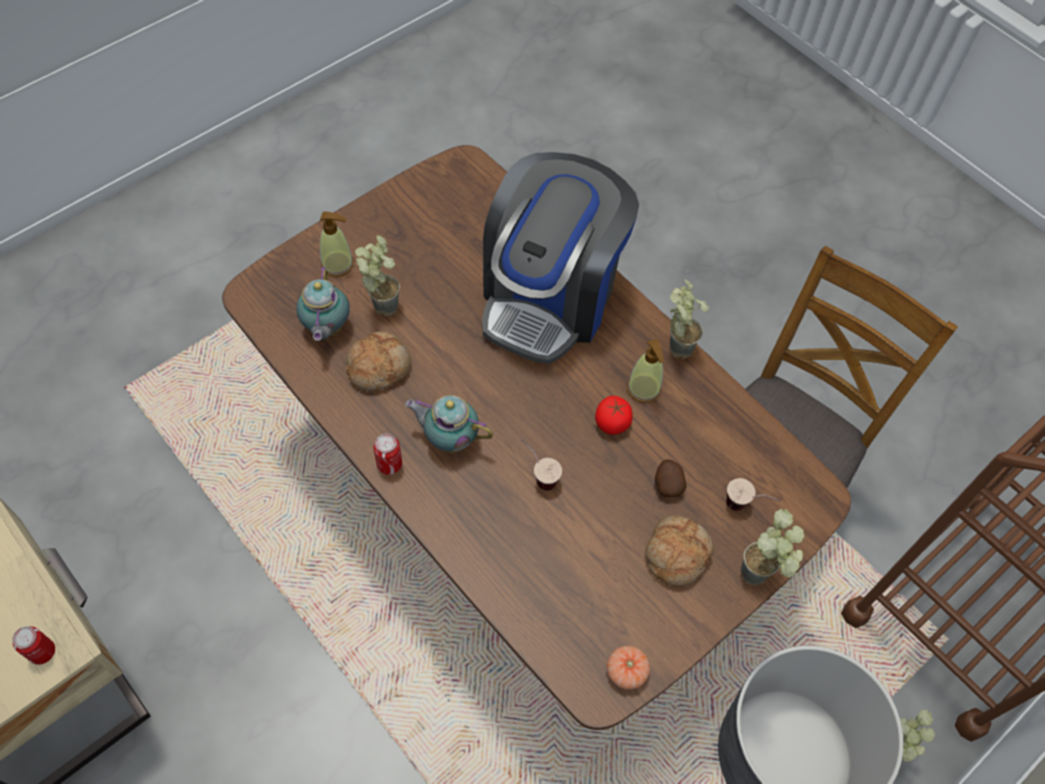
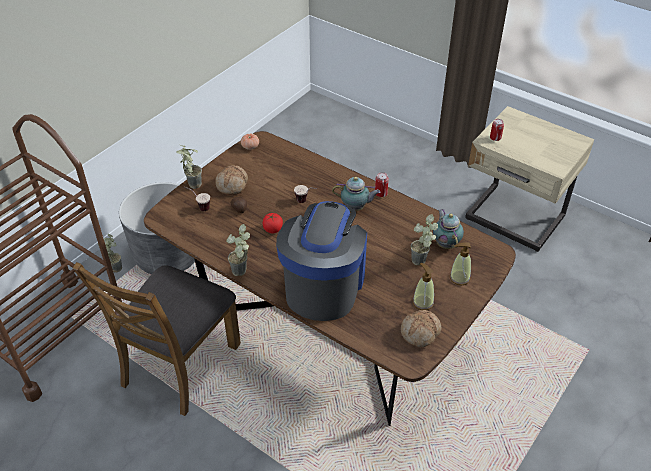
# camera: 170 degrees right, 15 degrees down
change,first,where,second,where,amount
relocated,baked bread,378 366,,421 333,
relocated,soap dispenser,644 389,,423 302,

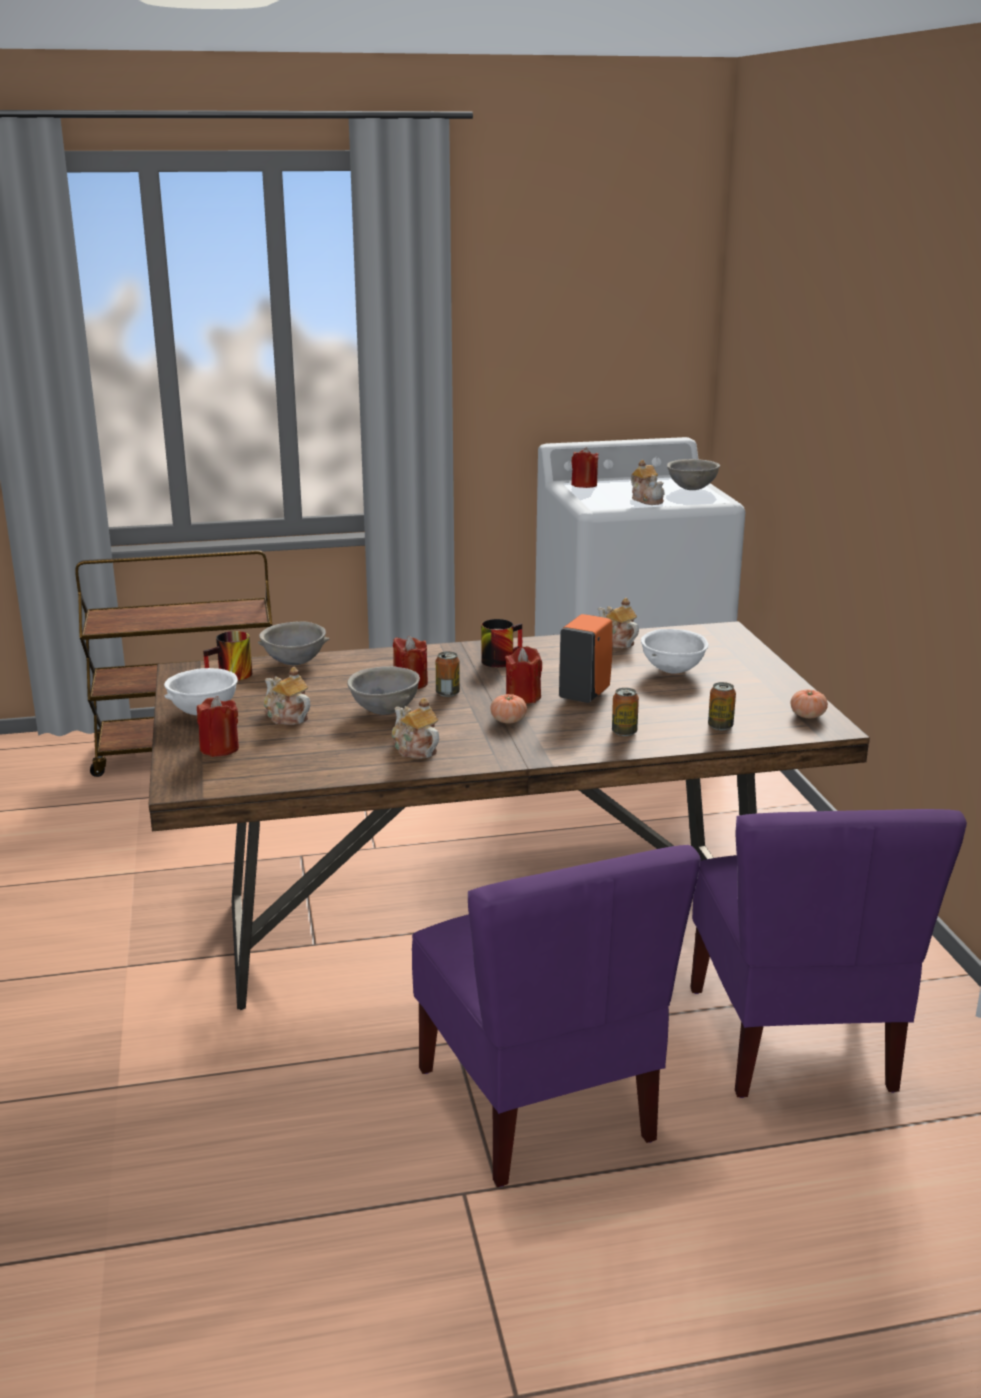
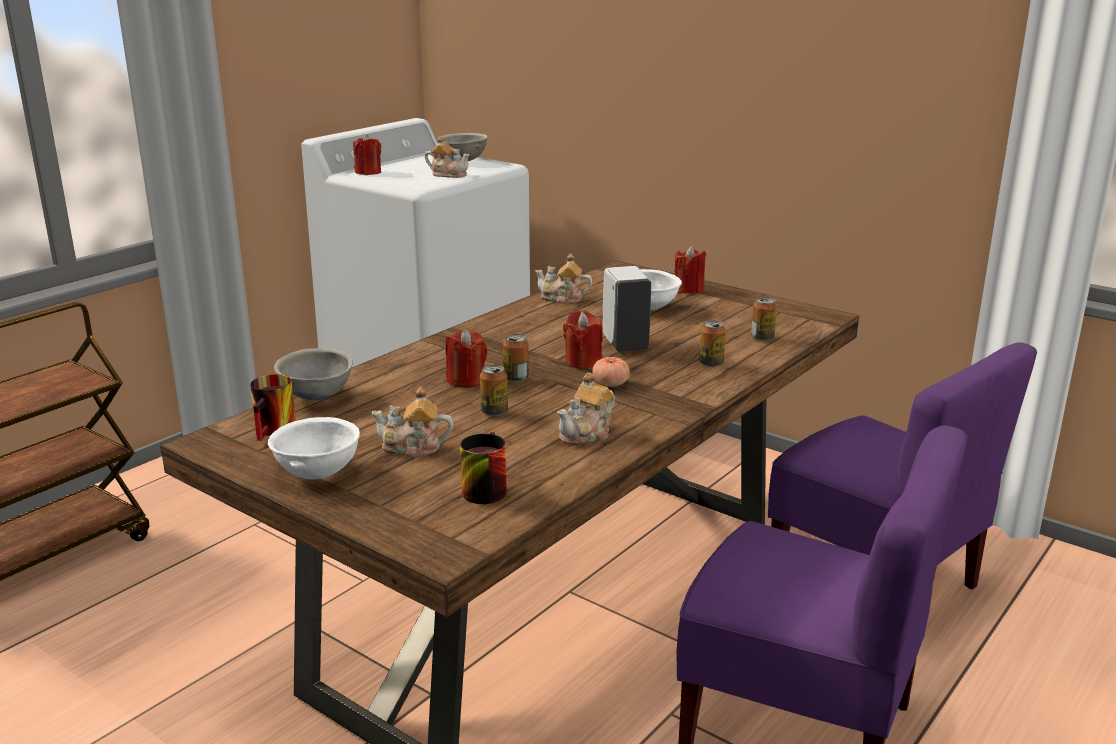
# camera: 40 degrees left, 0 degrees up
change,first,where,second,where,amount
relocated,wax light (reddish),219 749,,688 289,
exchanged,bowl (grey),384 712,sealed can,494 412,
spun,tea pot,414 749,,587 434,60 degrees counterclockwise
relocated,coffee mug,499 659,,482 488,
colour,soap dispenser (orange),585 694,soap dispenser (white-coloured),624 344,
missing,tomato,807 715,,,

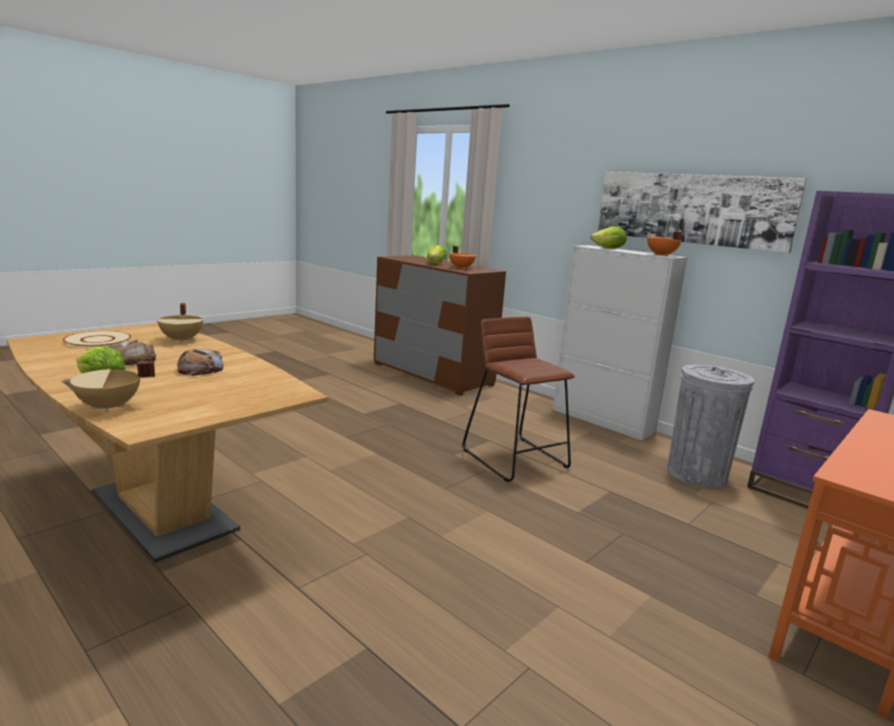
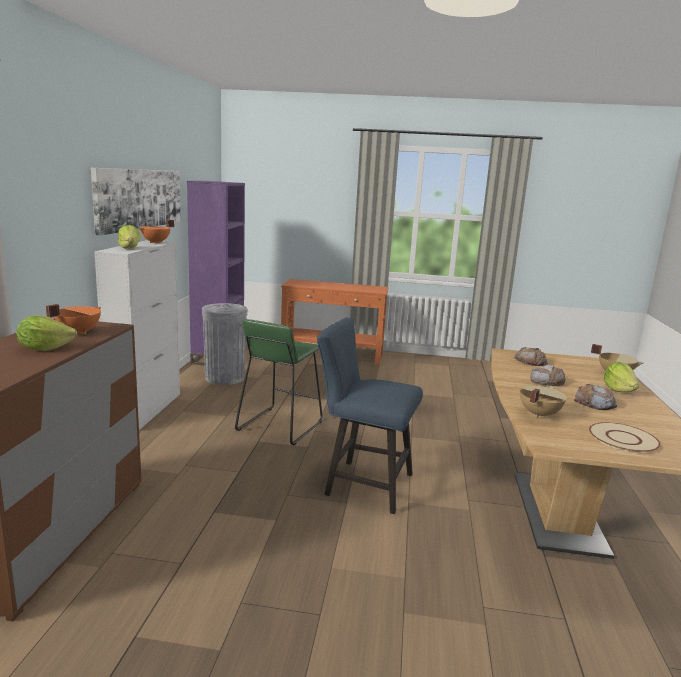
# camera: 125 degrees left, 0 degrees up
change,first,where,second,where,amount
colour,sitting stool (brown),515 458,sitting stool (green-coloured),279 425,
appeared,,,plain chair (blue-coloured),362 483,
appeared,,,baked bread,530 361,

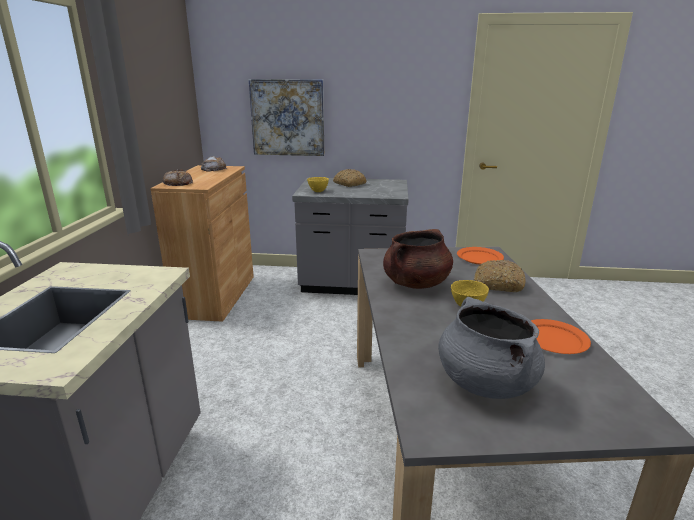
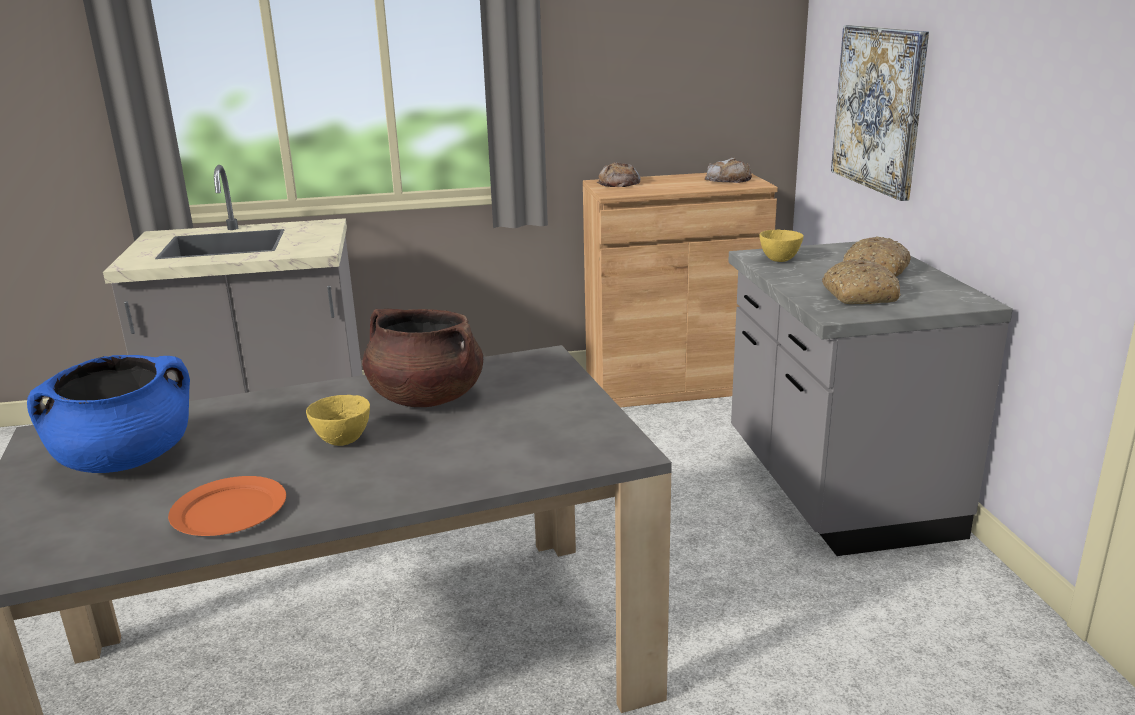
# camera: 75 degrees right, 0 degrees up
change,first,where,second,where,amount
colour,stockpot (grey),485 382,stockpot (blue-coloured),126 459,
missing,flat dish (orange),479 258,,,
relocated,baked bread,497 284,,858 295,

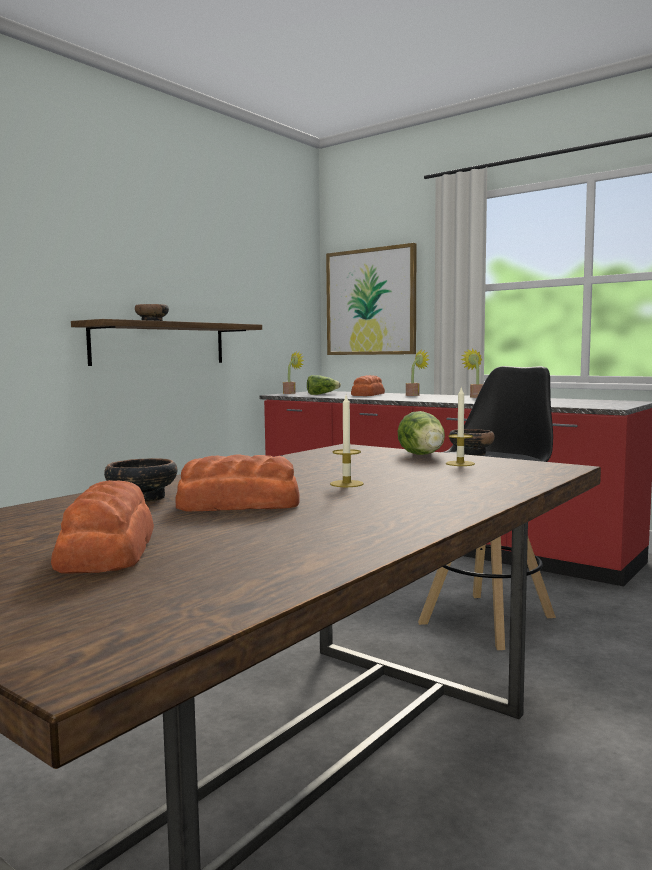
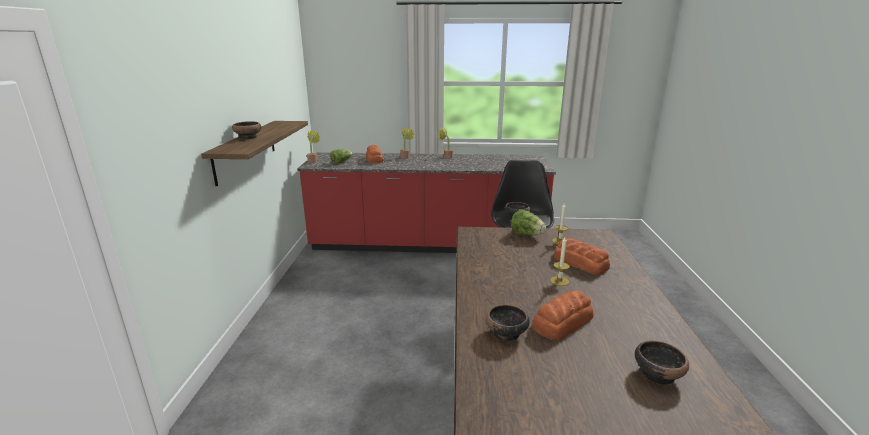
# camera: 35 degrees left, 15 degrees up
change,first,where,second,where,amount
relocated,baked bread,109 549,,580 263,
missing,wall art,370 302,,,
appeared,,,bowl,657 374,

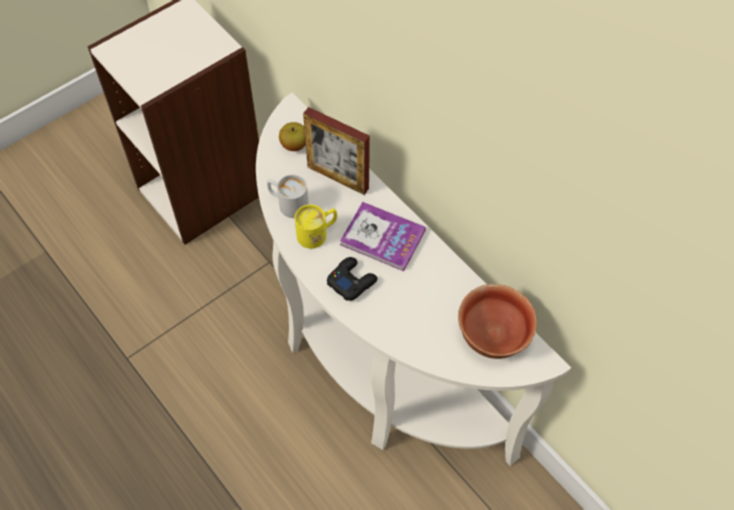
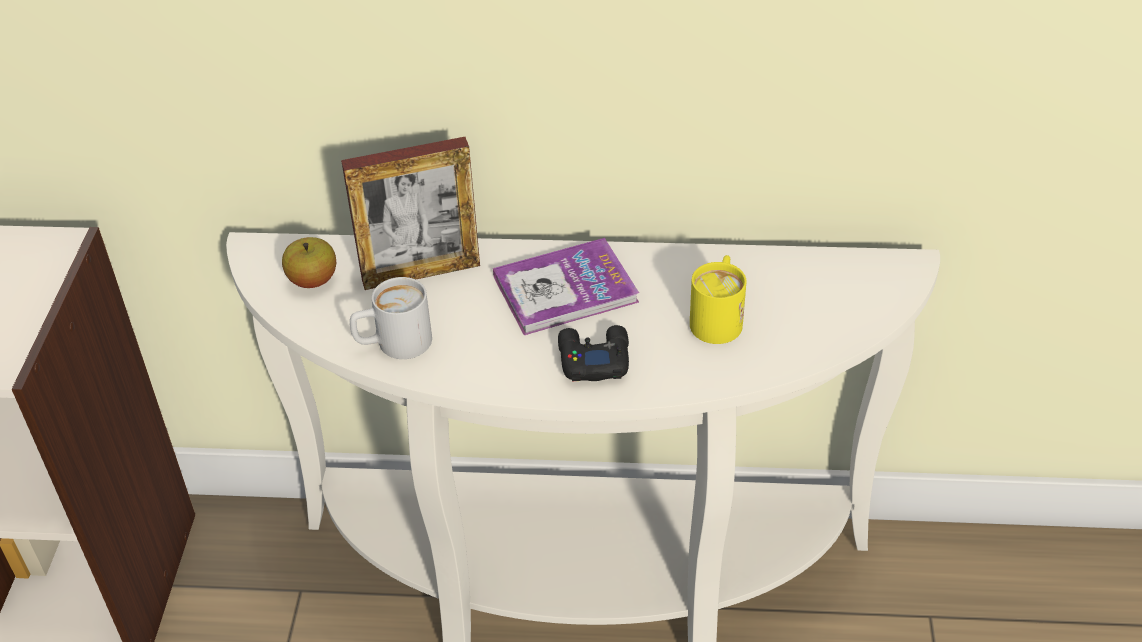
# camera: 45 degrees left, 15 degrees down
change,first,where,second,where,amount
relocated,coffee mug (yellowish),317 233,,718 317,
missing,bowl,494 335,,,

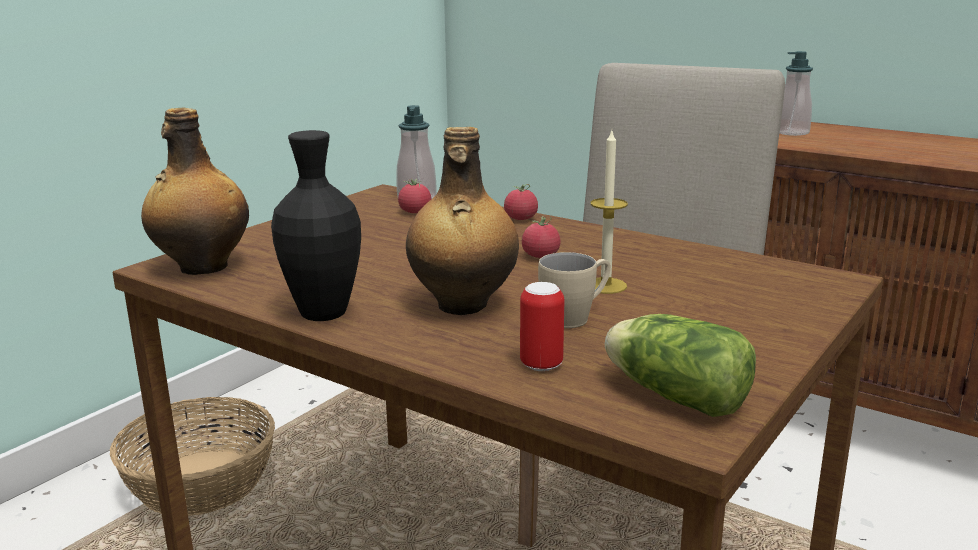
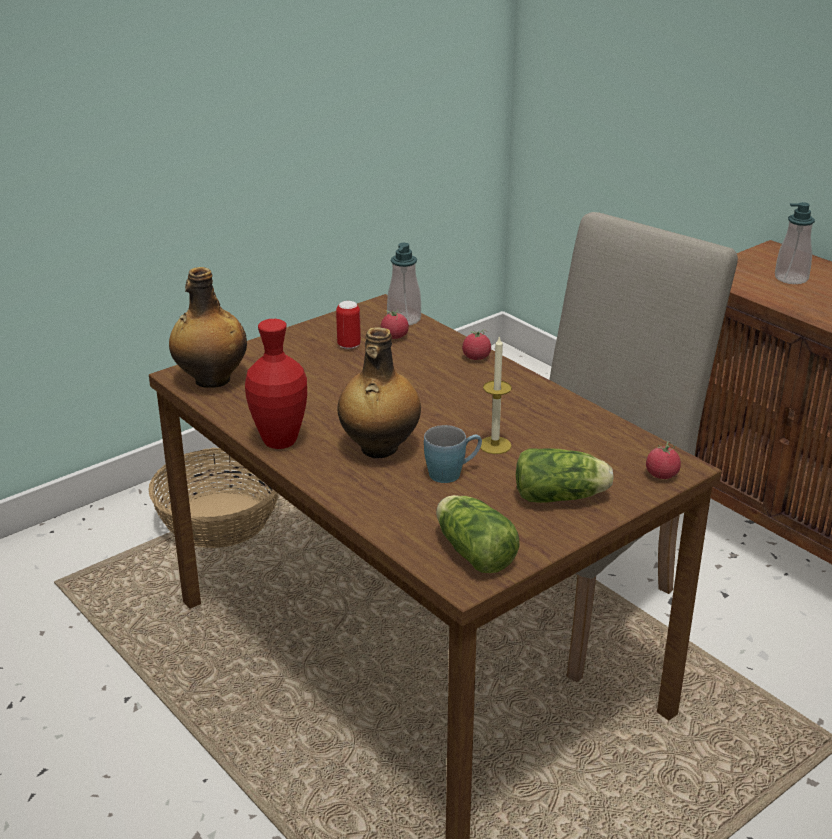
# camera: 15 degrees right, 10 degrees up
change,first,where,second,where,amount
colour,vase (black),323 314,vase (reddish),280 441,
relocated,sealed can,541 364,,349 345,
relocated,tomato,540 256,,661 475,
colour,coffee mug (sand-coloured),575 317,coffee mug (blue-coloured),452 473,
appeared,,,lettuce head,563 497,

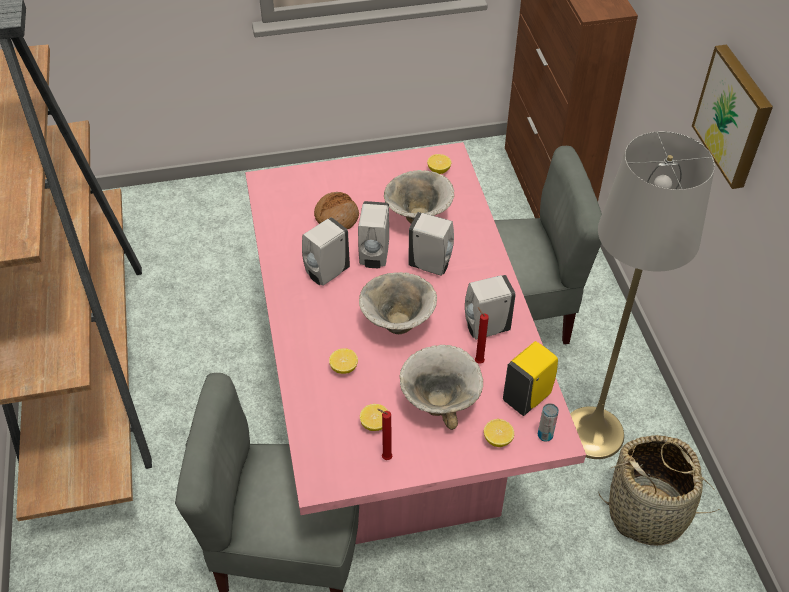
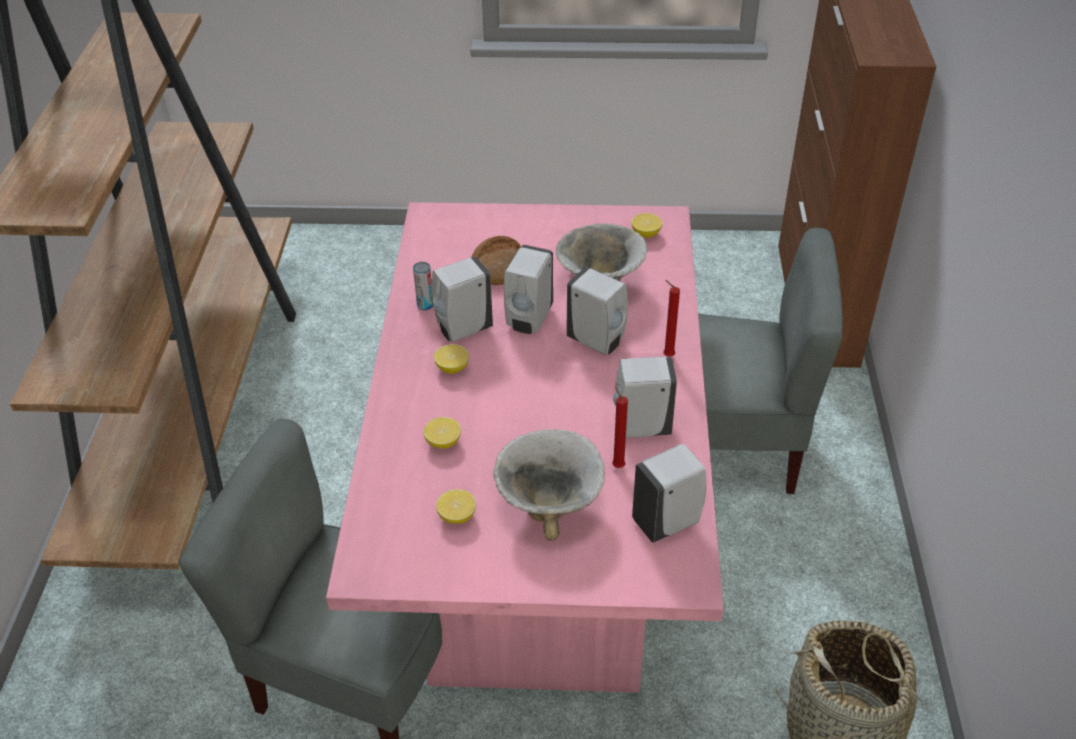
# camera: 15 degrees right, 5 degrees down
change,first,where,second,where,amount
missing,bowl,397 324,,,
relocated,wax light (reddish),385 457,,666 355,
relocated,citrus fruit,497 439,,452 368,
colour,soap dispenser (yellowish),528 397,soap dispenser (white-coloured),668 521,
relocated,sealed can,545 435,,425 305,
missing,standard lamp (grey),593 433,,,
missing,wall art,735 116,,,

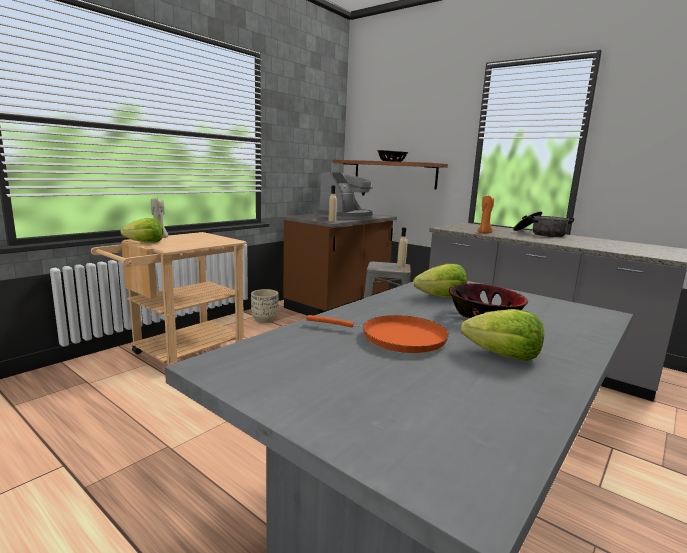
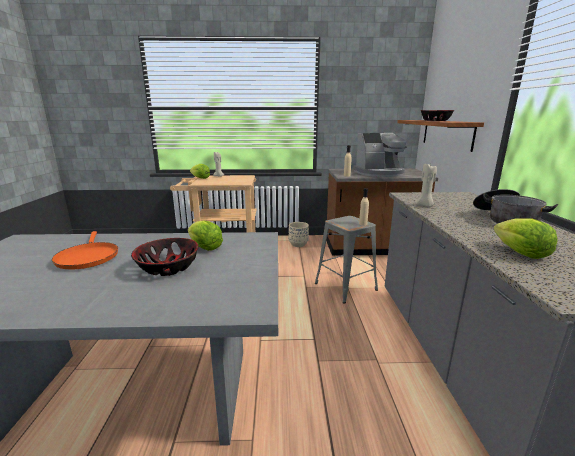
# camera: 50 degrees right, 5 degrees up
change,first,where,second,where,amount
relocated,lettuce head,503 356,,520 253,
colour,wax light (orange),484 233,wax light (sand-coloured),424 206,

